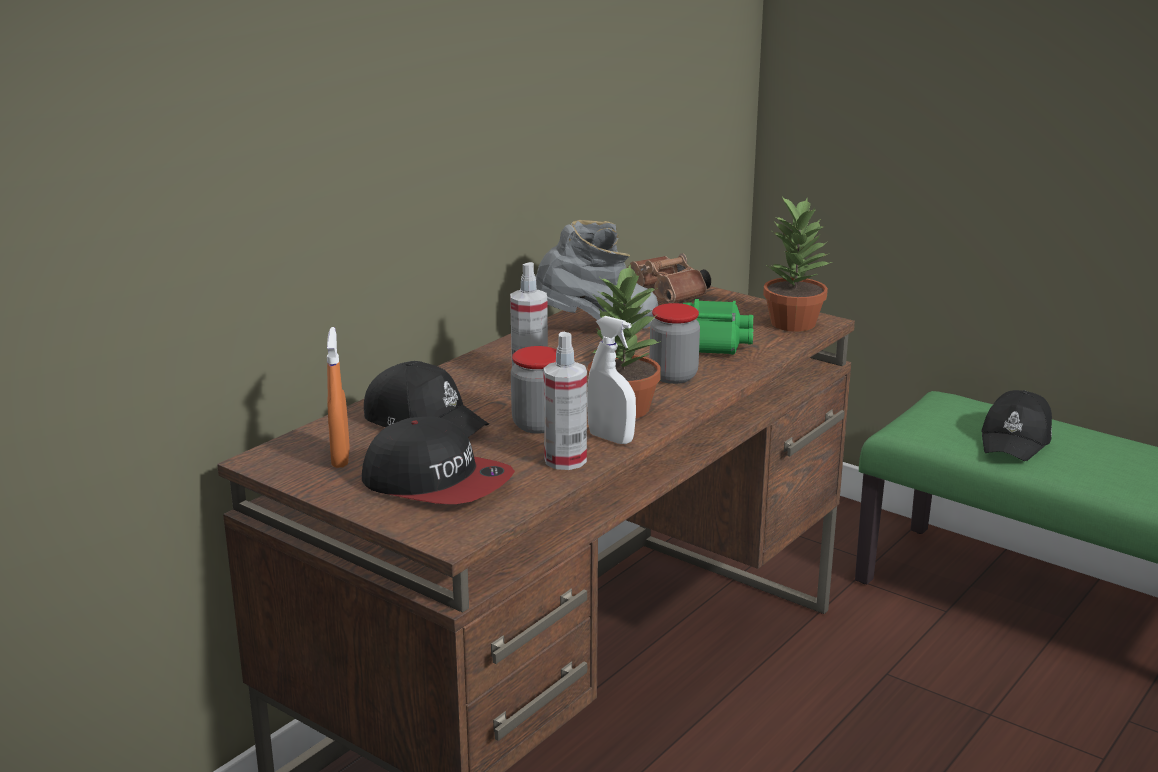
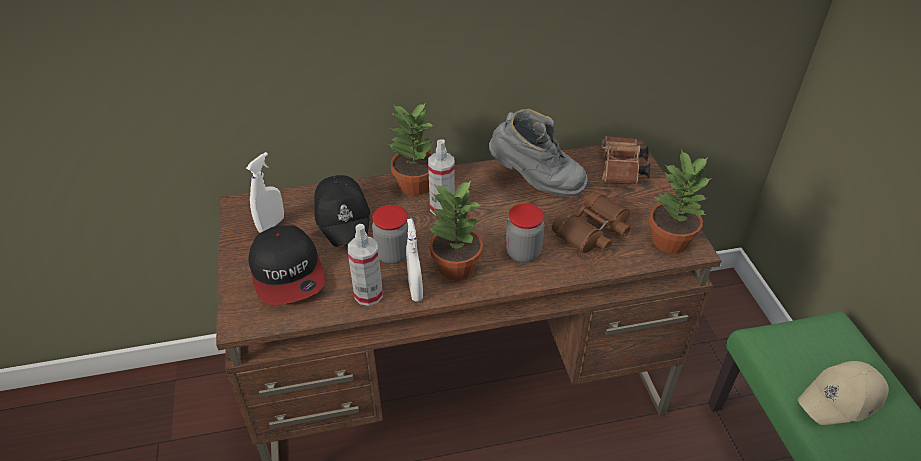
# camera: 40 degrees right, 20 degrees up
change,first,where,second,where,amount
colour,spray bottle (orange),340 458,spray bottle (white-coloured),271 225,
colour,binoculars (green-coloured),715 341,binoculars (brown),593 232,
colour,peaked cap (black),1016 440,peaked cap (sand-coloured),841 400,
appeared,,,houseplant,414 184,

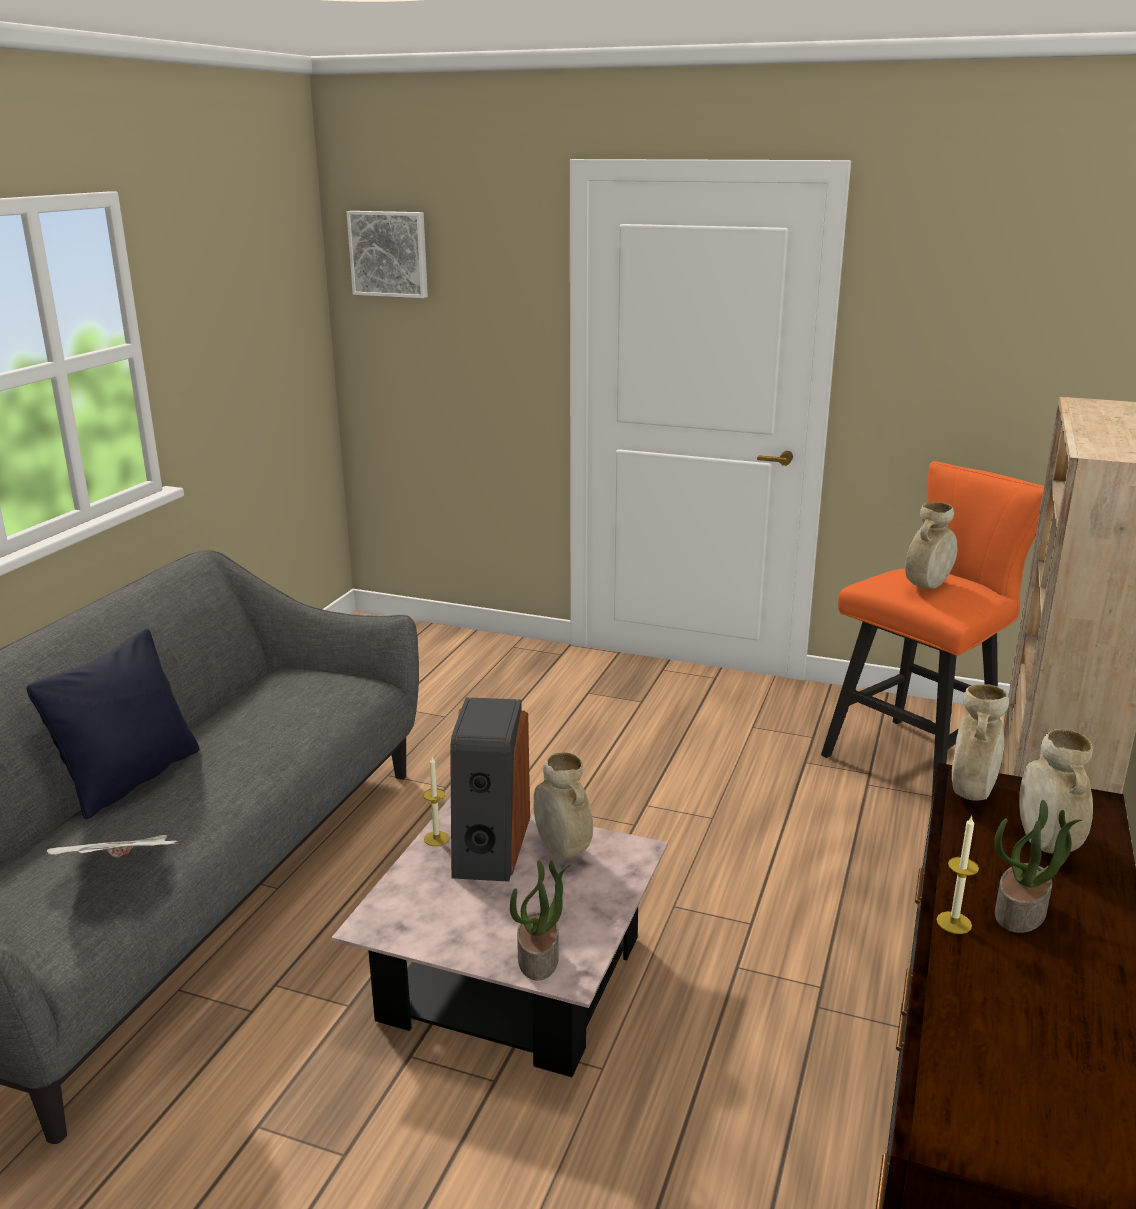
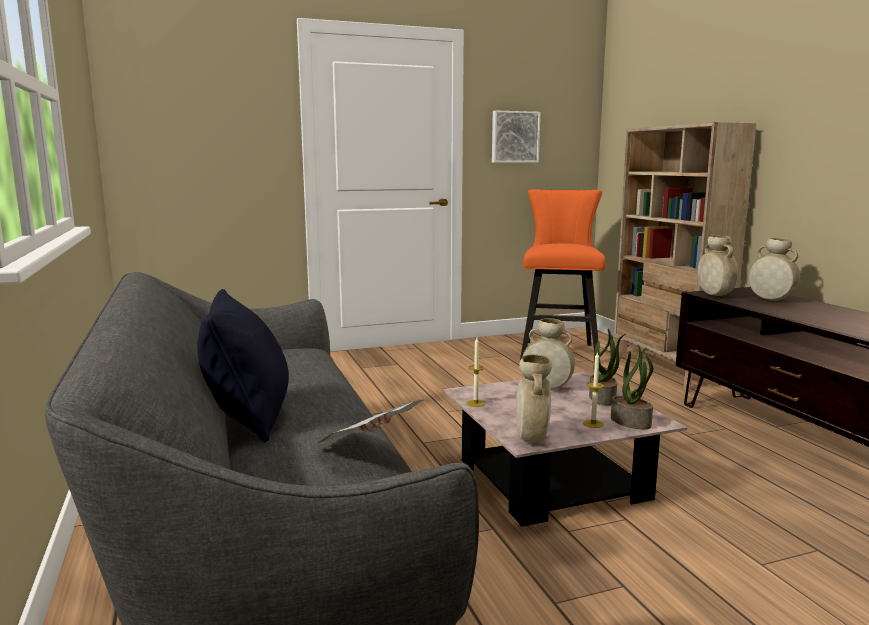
# camera: 40 degrees left, 10 degrees down
change,first,where,second,where,amount
relocated,wall art,389 253,,514 137,
missing,loudspeaker,489 845,,,
relocated,vase (sand-coloured),927 586,,531 439,
relocated,wax light,954 922,,593 424,
relocated,houseplant,1021 913,,603 398,

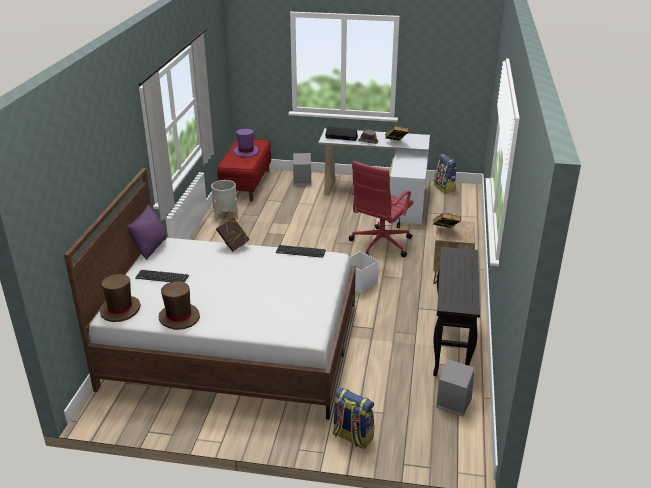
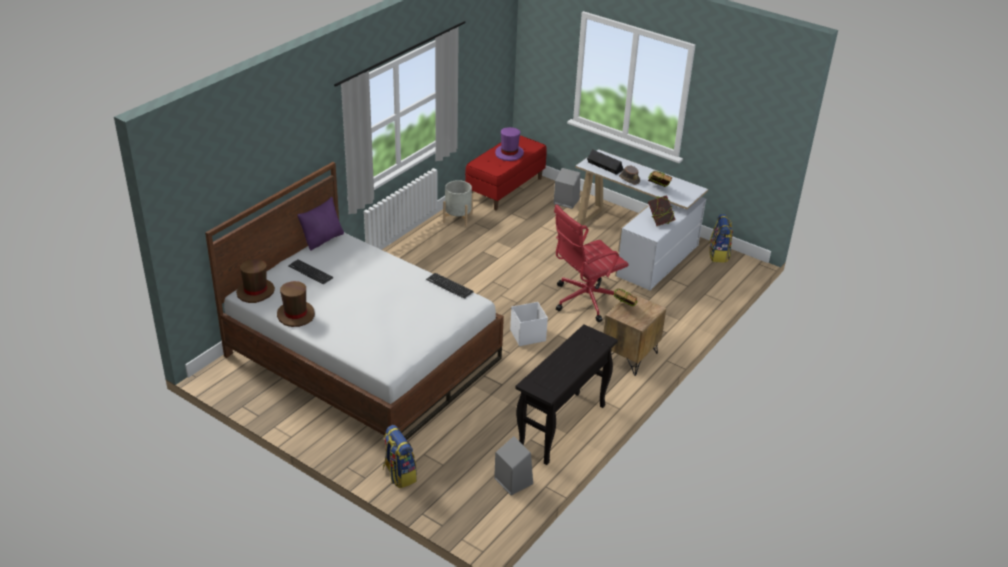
# camera: 25 degrees right, 5 degrees up
change,first,where,second,where,amount
relocated,book,233 246,,660 221,

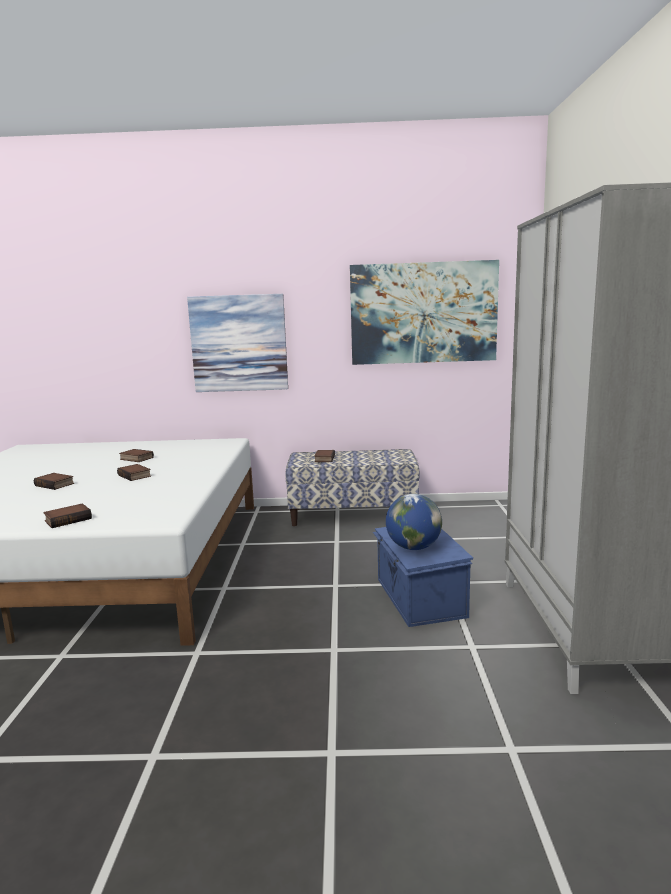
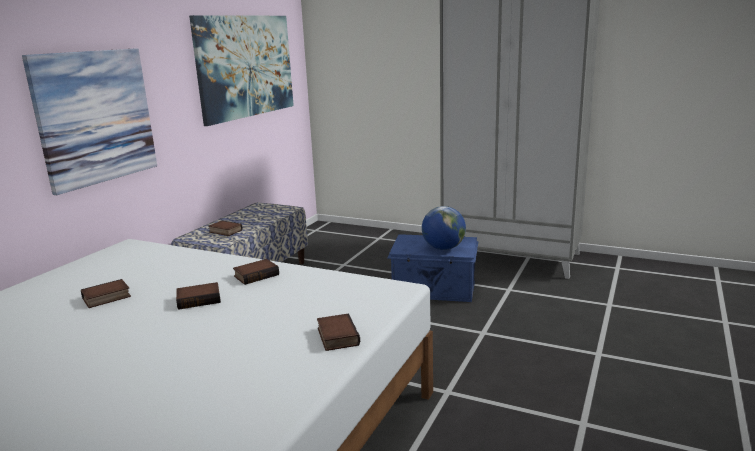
# camera: 65 degrees left, 5 degrees up
change,first,where,second,where,amount
relocated,book,55 484,,256 275,

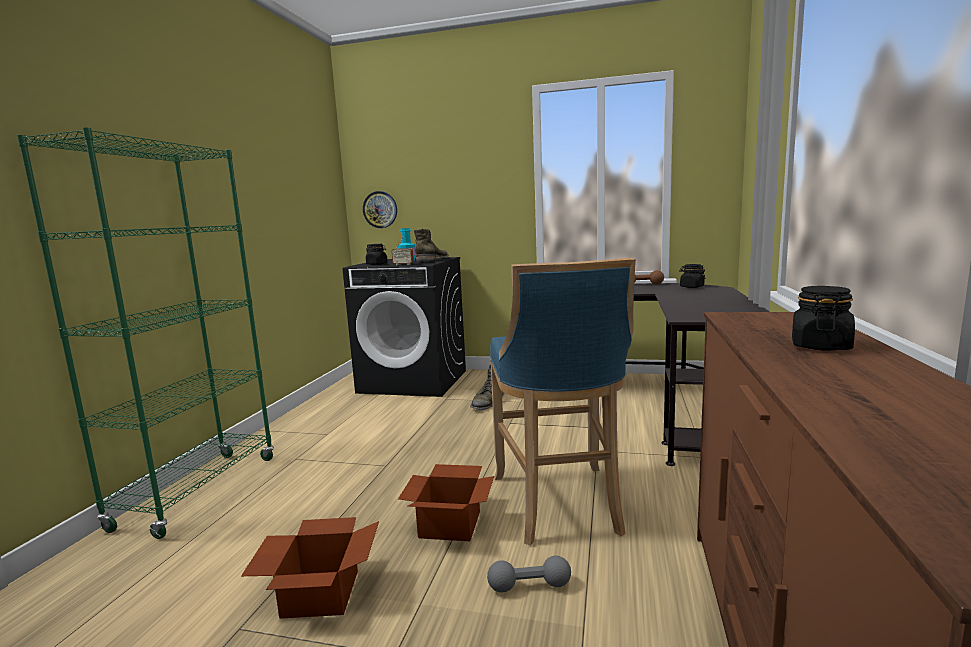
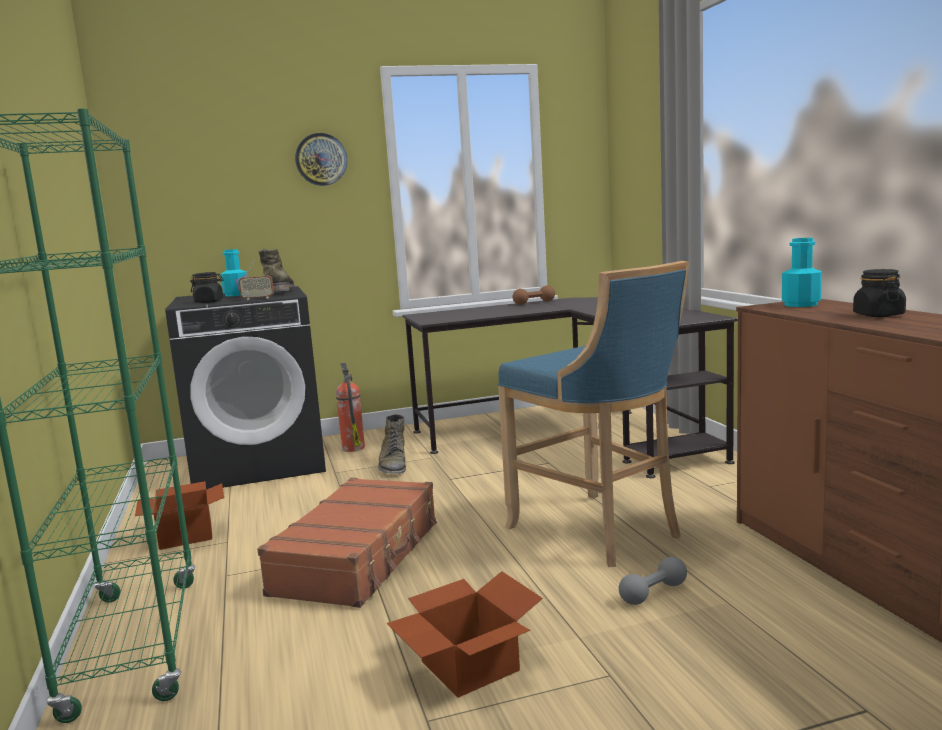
# camera: 30 degrees left, 0 degrees up
change,first,where,second,where,amount
relocated,hanging clock,380 209,,321 159,
relocated,packing box,451 523,,187 534,
missing,preserve jar (black),691 287,,,
appeared,,,travel case (brown),359 557,
appeared,,,fire-fighting cylinder,353 447,
appeared,,,beverage bottle (turquoise),801 304,

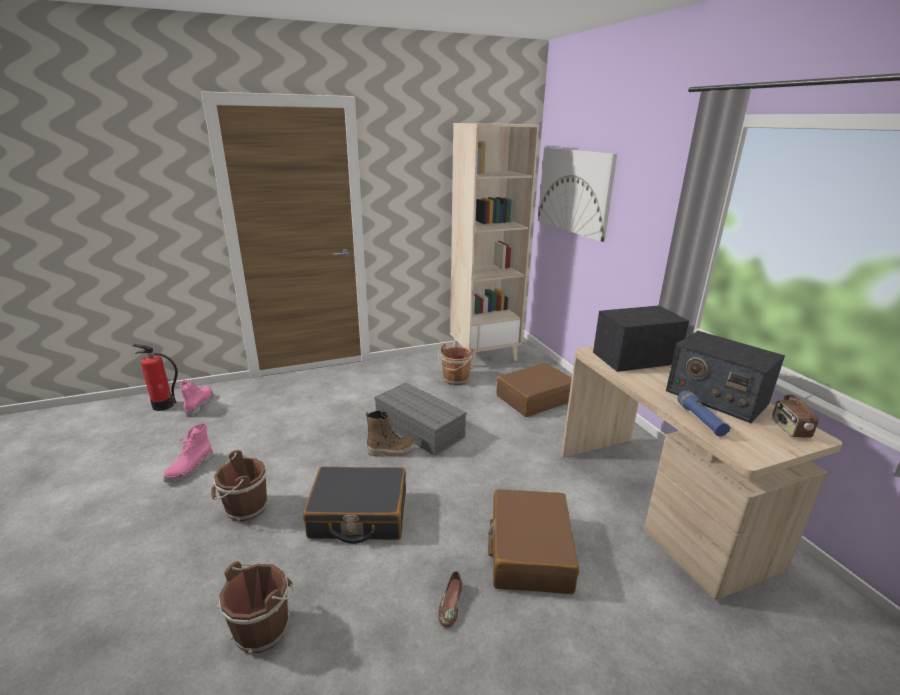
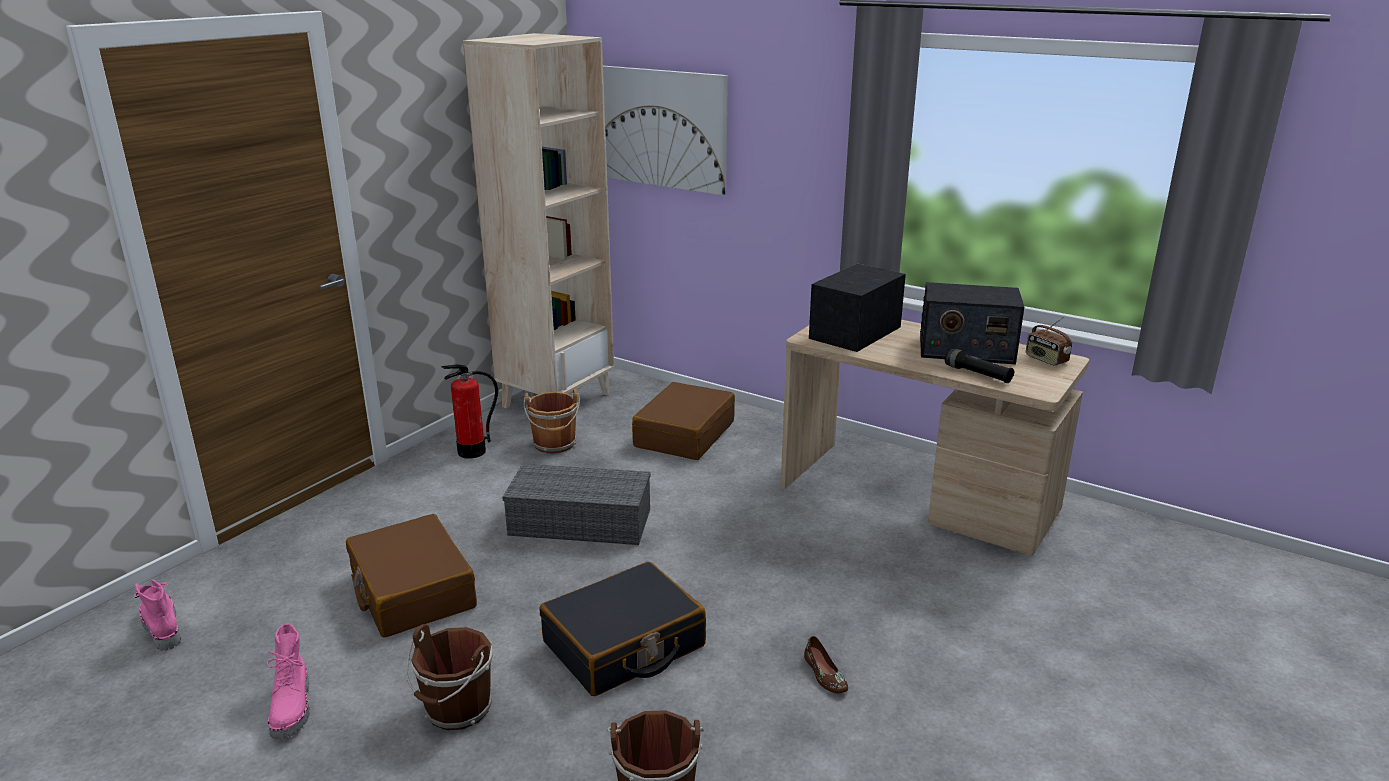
# camera: 35 degrees left, 0 degrees up
change,first,where,second,where,amount
relocated,fire-fighting cylinder,163 406,,472 452,
missing,tall boot,390 451,,,
relocated,travel case (brown),529 551,,412 591,
colour,flashlight (blue-coloured),700 420,flashlight (black),977 374,

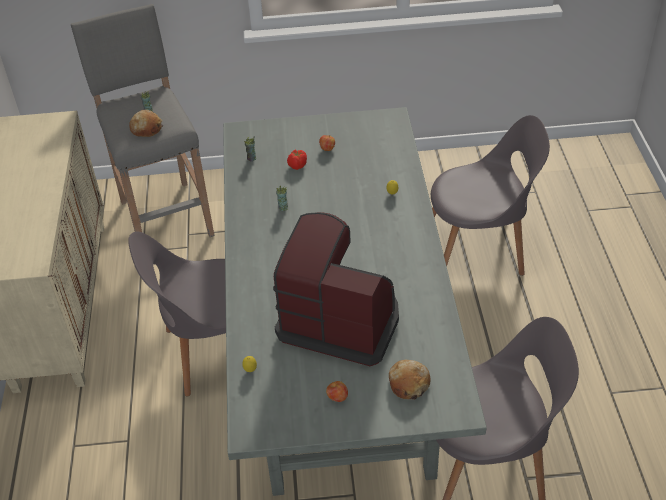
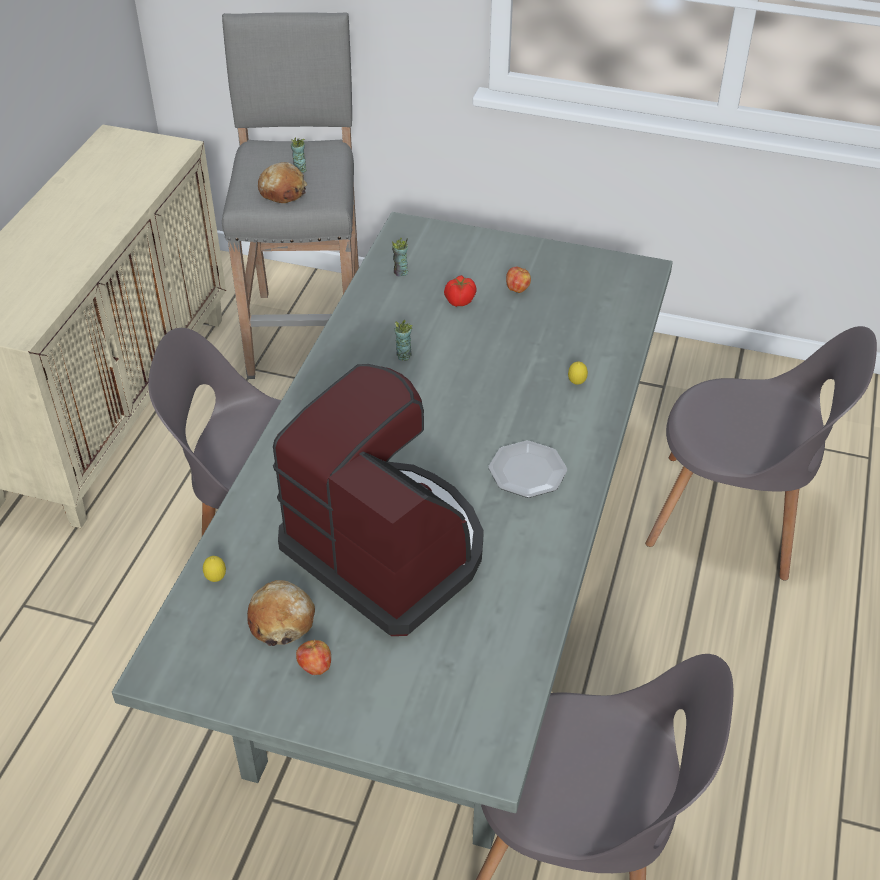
# camera: 20 degrees right, 0 degrees up
change,first,where,second,where,amount
relocated,baked bread,408 384,,281 620,
appeared,,,flat dish,527 471,

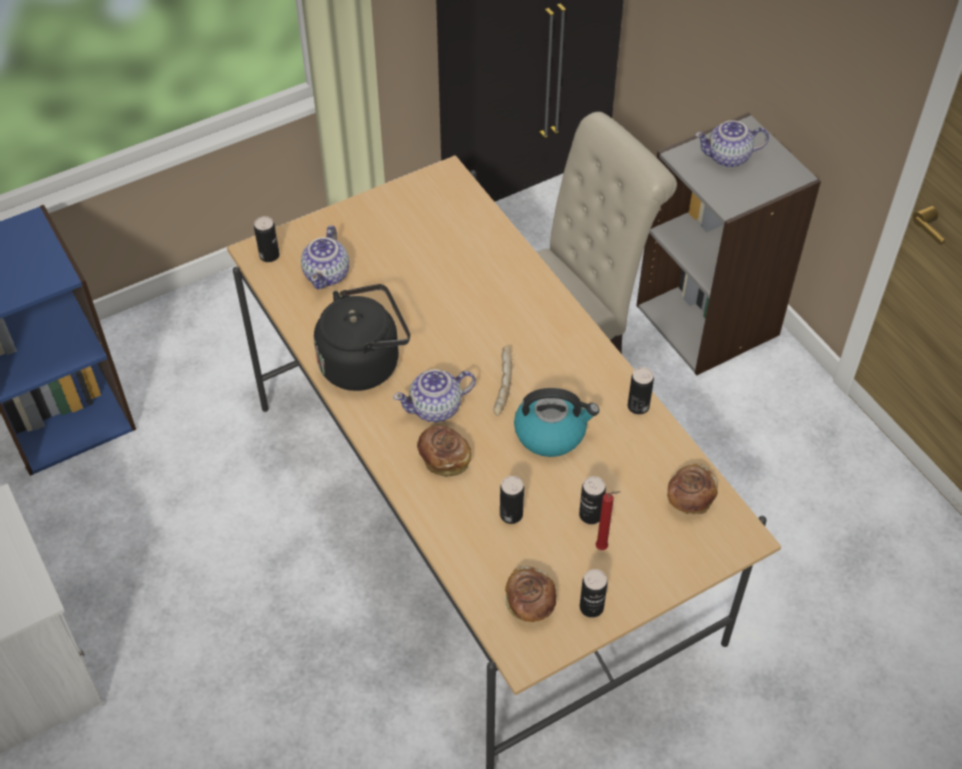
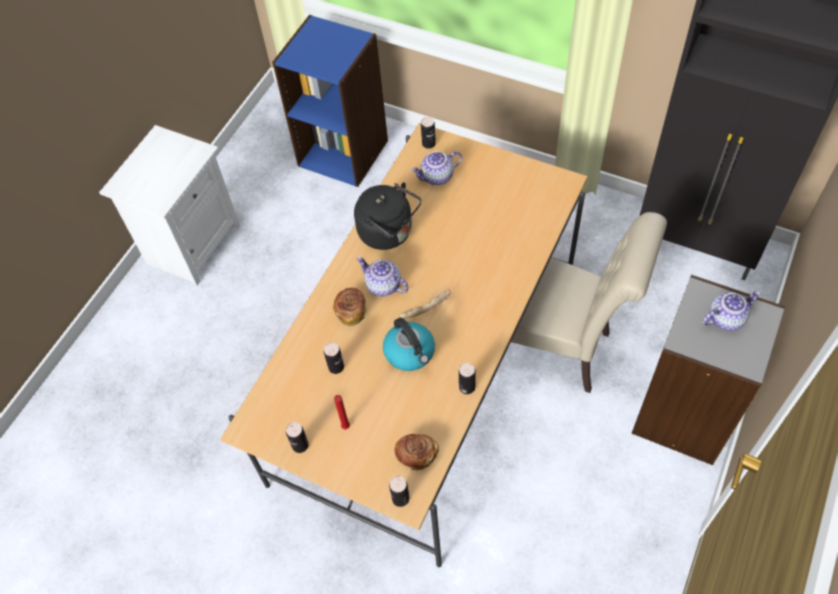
# camera: 60 degrees right, 5 degrees up
change,first,where,second,where,amount
missing,baked bread,530 604,,,
relocated,sealed can,590 515,,400 498,
spun,tea pot,728 158,,725 318,105 degrees clockwise

